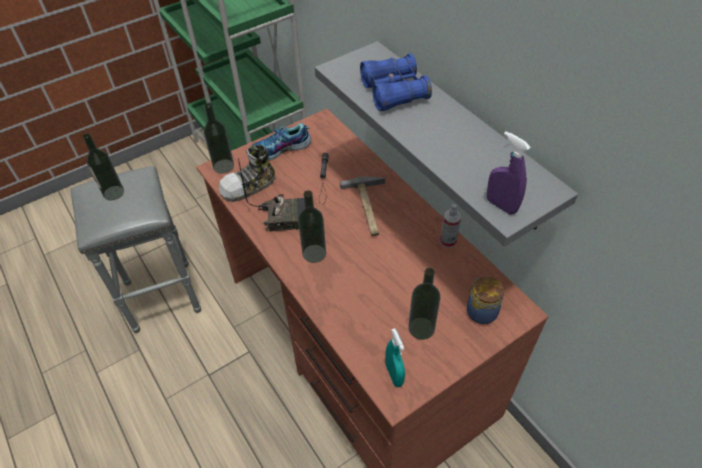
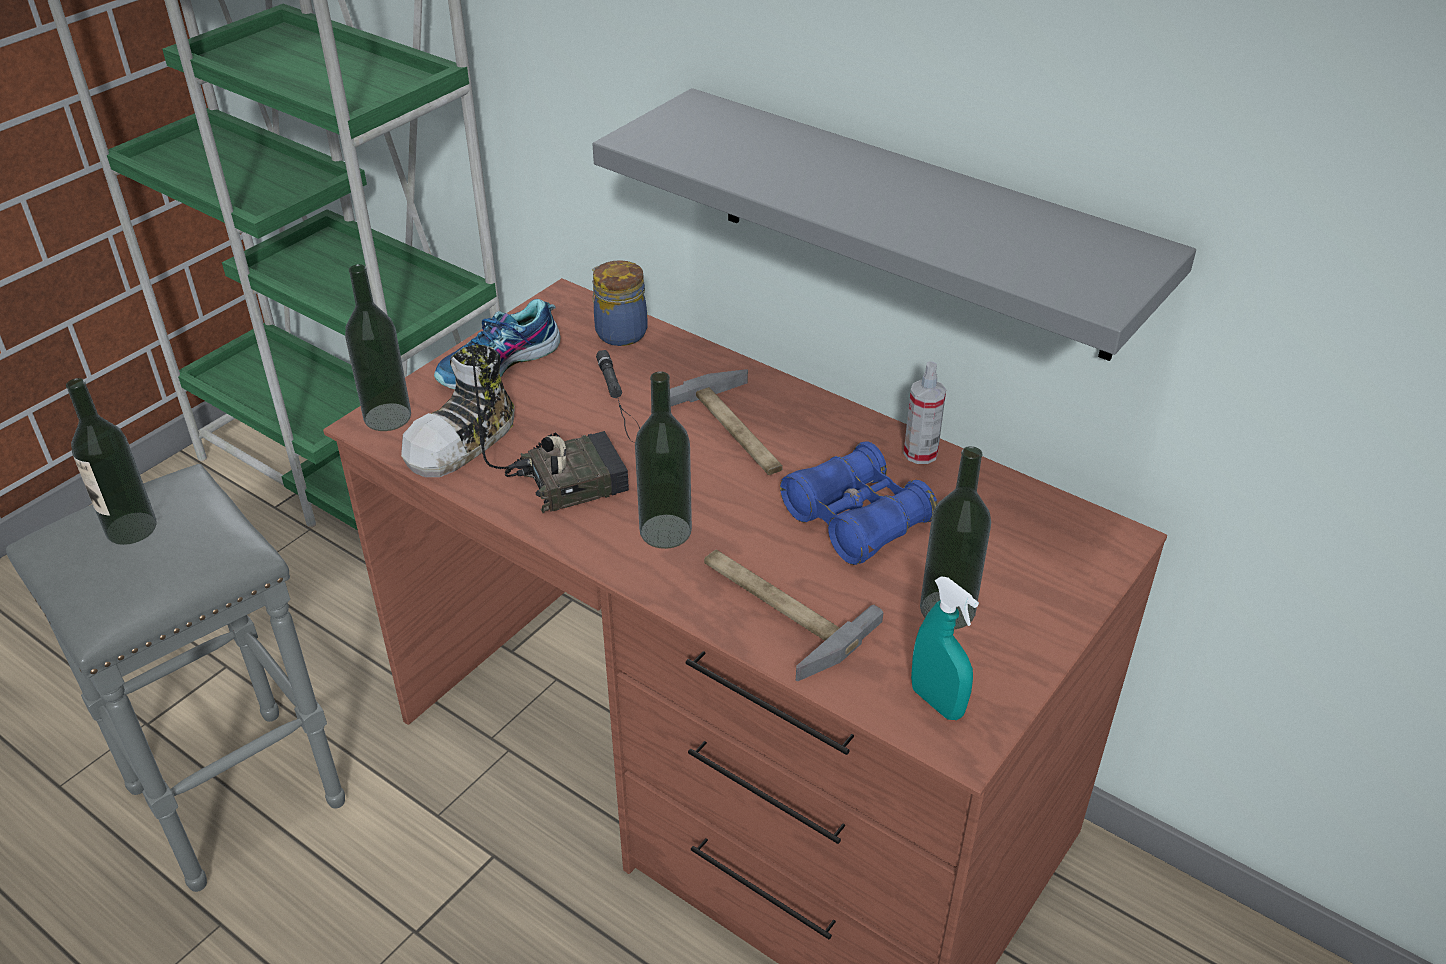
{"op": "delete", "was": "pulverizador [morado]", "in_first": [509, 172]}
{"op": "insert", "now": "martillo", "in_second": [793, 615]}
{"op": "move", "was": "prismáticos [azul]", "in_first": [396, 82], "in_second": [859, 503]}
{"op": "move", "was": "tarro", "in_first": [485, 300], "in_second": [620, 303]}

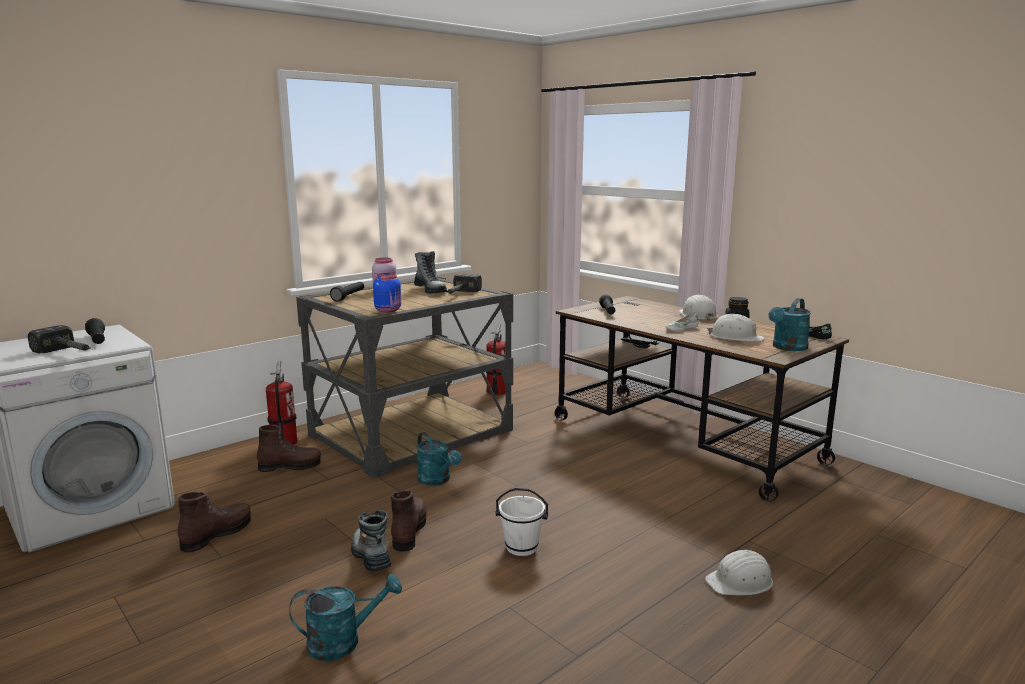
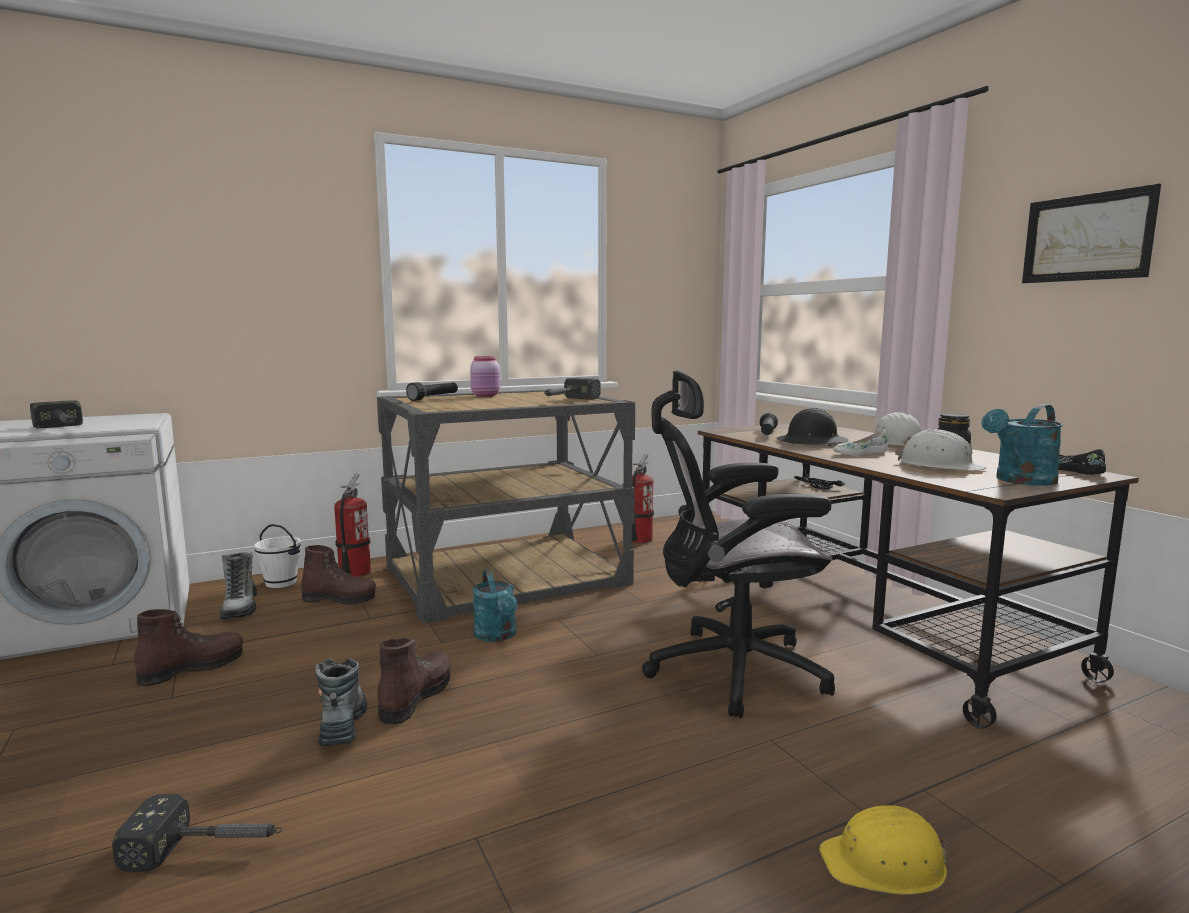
{"op": "delete", "was": "linterna [negro]", "in_first": [95, 331]}
{"op": "delete", "was": "tarro [azul]", "in_first": [387, 293]}
{"op": "insert", "now": "silla de oficina", "in_second": [738, 544]}
{"op": "insert", "now": "casco [negro]", "in_second": [812, 427]}
{"op": "insert", "now": "cuadro", "in_second": [1091, 233]}
{"op": "move", "was": "bota", "in_first": [430, 272], "in_second": [239, 585]}
{"op": "move", "was": "cubo [blanco]", "in_first": [521, 522], "in_second": [277, 556]}
{"op": "replace", "was": "regadera [turquesa]", "now": "martillo", "in_first": [345, 617], "in_second": [197, 833]}
{"op": "recolor", "was": "casco [blanco]", "now": "casco [amarillo]", "in_first": [739, 572], "in_second": [883, 849]}

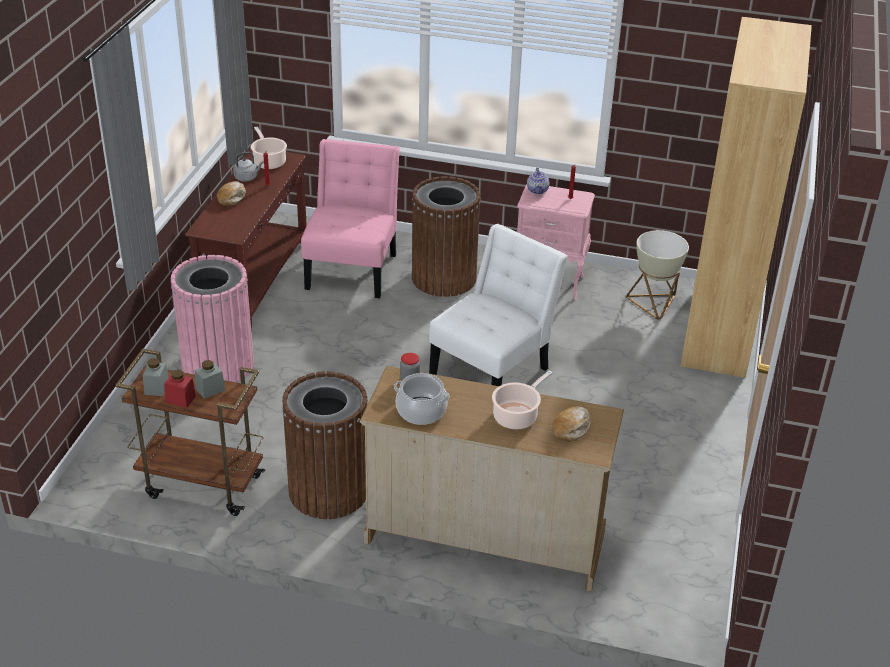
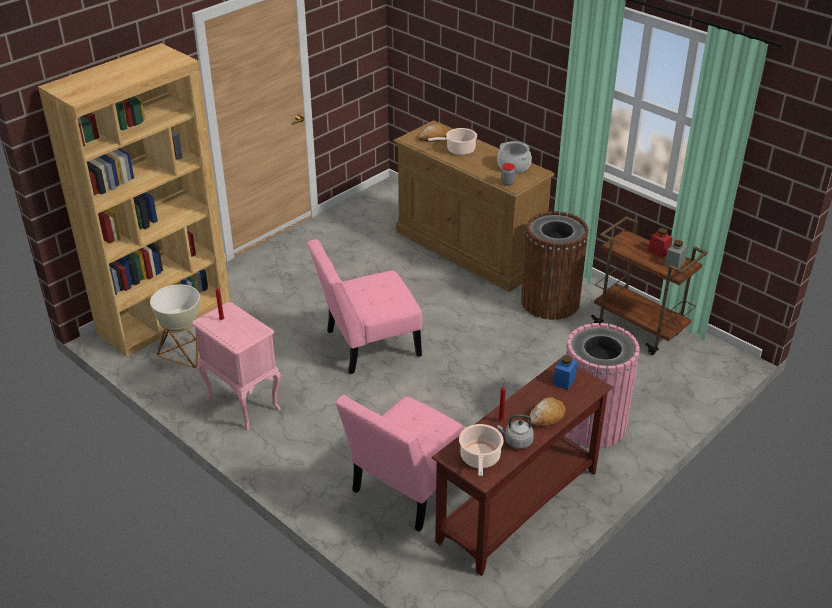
{"op": "delete", "was": "tarro [gris]", "in_first": [210, 379]}
{"op": "delete", "was": "papelera [marrón]", "in_first": [446, 236]}
{"op": "delete", "was": "tetera", "in_first": [538, 181]}
{"op": "insert", "now": "tarro [azul]", "in_second": [564, 372]}
{"op": "recolor", "was": "silla [blanco]", "now": "silla [rosa]", "in_first": [498, 305], "in_second": [364, 306]}

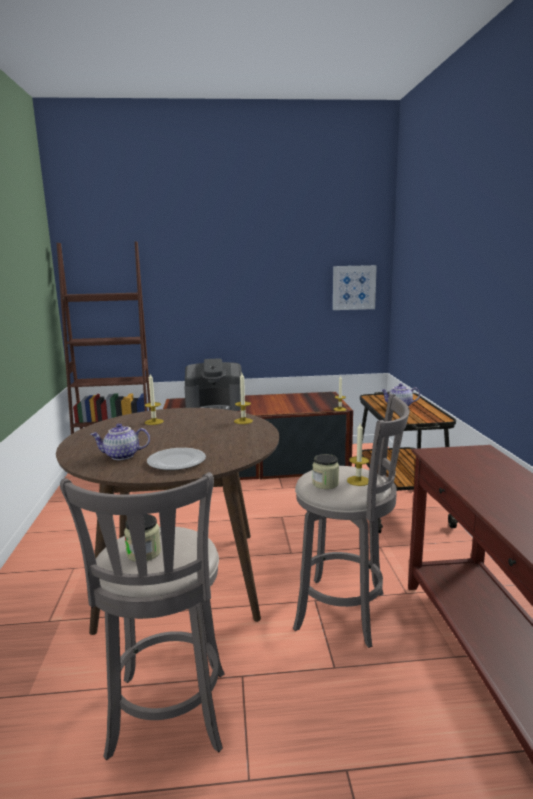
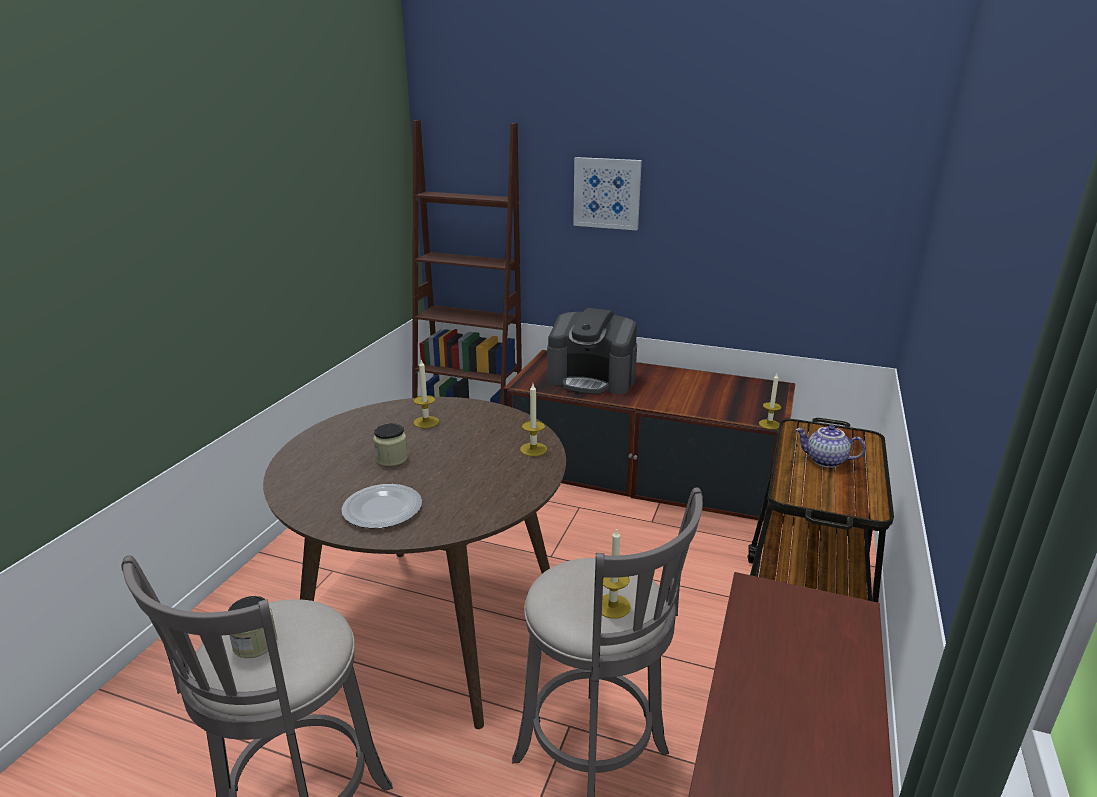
{"op": "delete", "was": "tetera", "in_first": [120, 441]}
{"op": "move", "was": "tarro", "in_first": [325, 471], "in_second": [391, 444]}
{"op": "move", "was": "cuadro", "in_first": [355, 287], "in_second": [607, 193]}

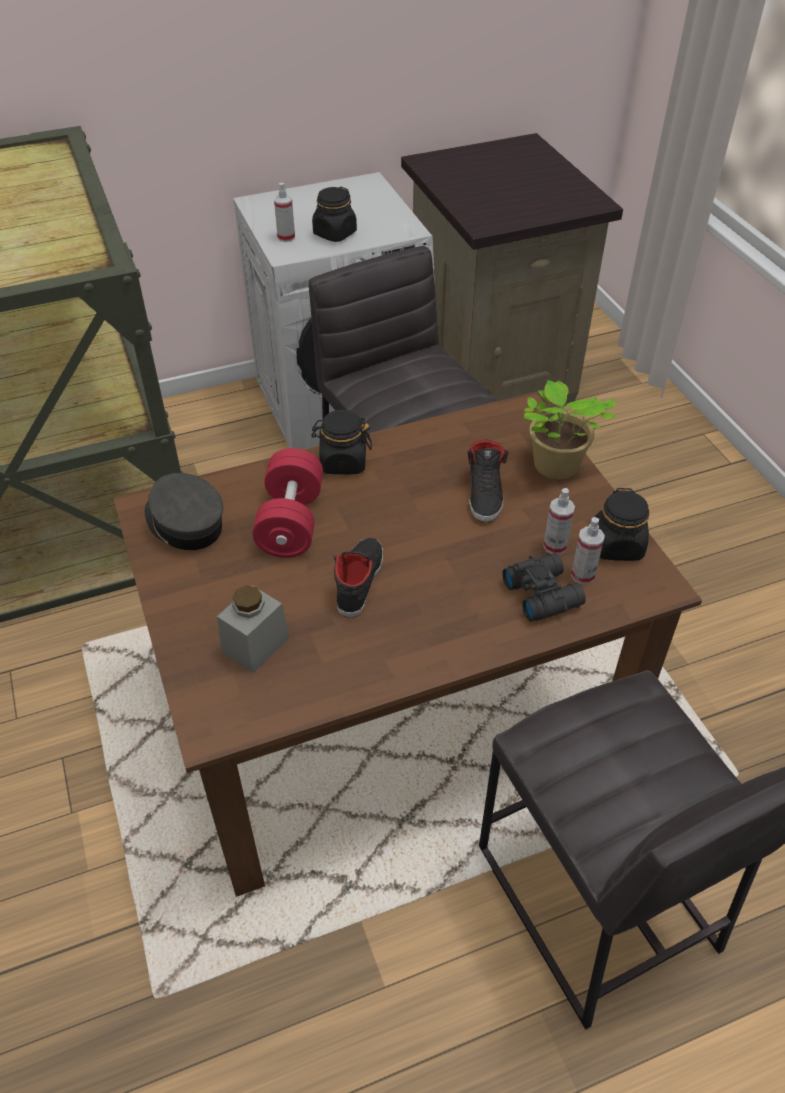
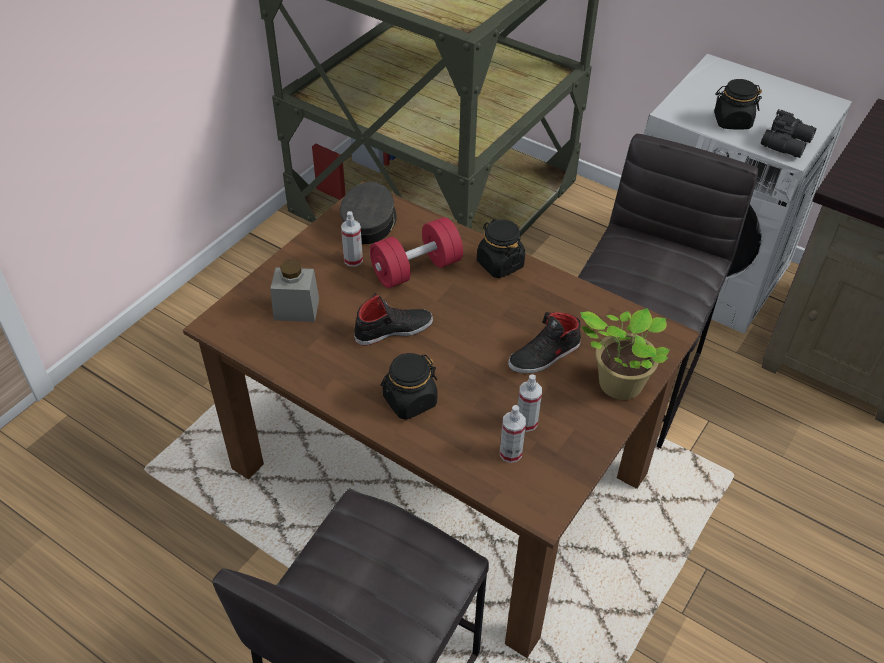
{"op": "move", "was": "pulverizador", "in_first": [284, 212], "in_second": [352, 239]}
{"op": "move", "was": "prismáticos [negro]", "in_first": [544, 587], "in_second": [788, 133]}
{"op": "move", "was": "tarro [negro]", "in_first": [622, 524], "in_second": [409, 386]}

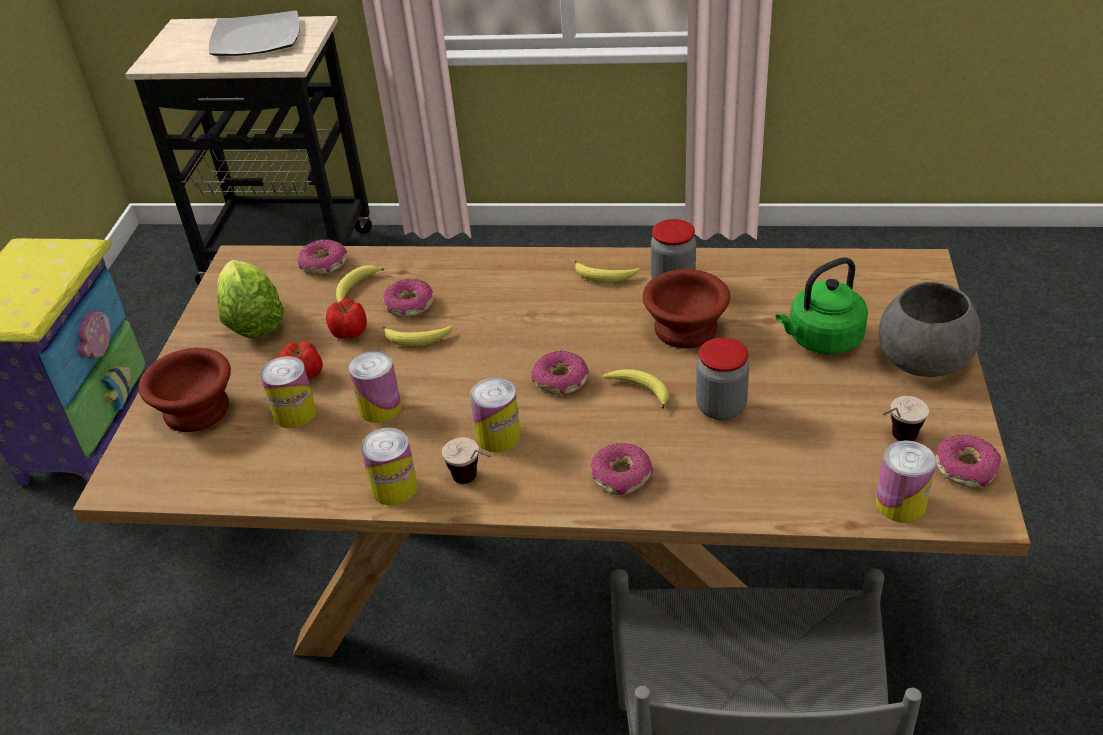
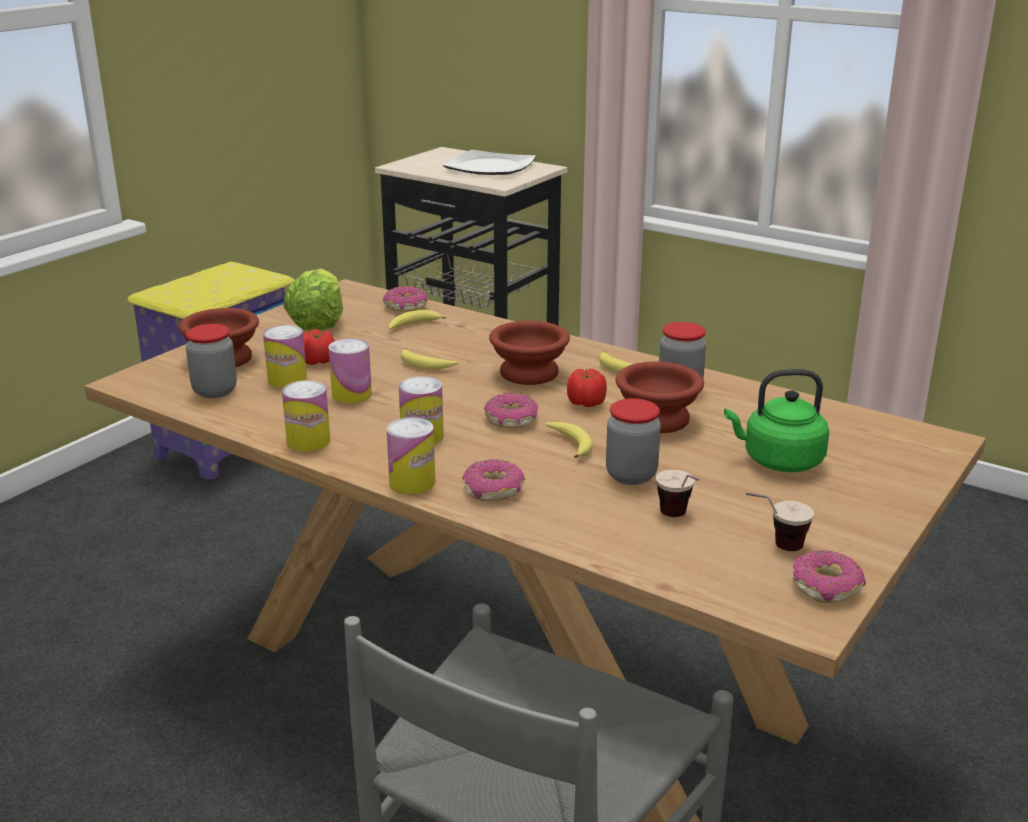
{"op": "delete", "was": "rosquilla", "in_first": [408, 298]}
{"op": "delete", "was": "cuenco [gris]", "in_first": [929, 329]}
{"op": "insert", "now": "tarro", "in_second": [211, 361]}
{"op": "insert", "now": "cuenco [marrón]", "in_second": [529, 353]}
{"op": "move", "was": "tomate", "in_first": [346, 319], "in_second": [587, 388]}
{"op": "move", "was": "taza", "in_first": [466, 460], "in_second": [677, 493]}
{"op": "move", "was": "lata", "in_first": [906, 481], "in_second": [410, 455]}

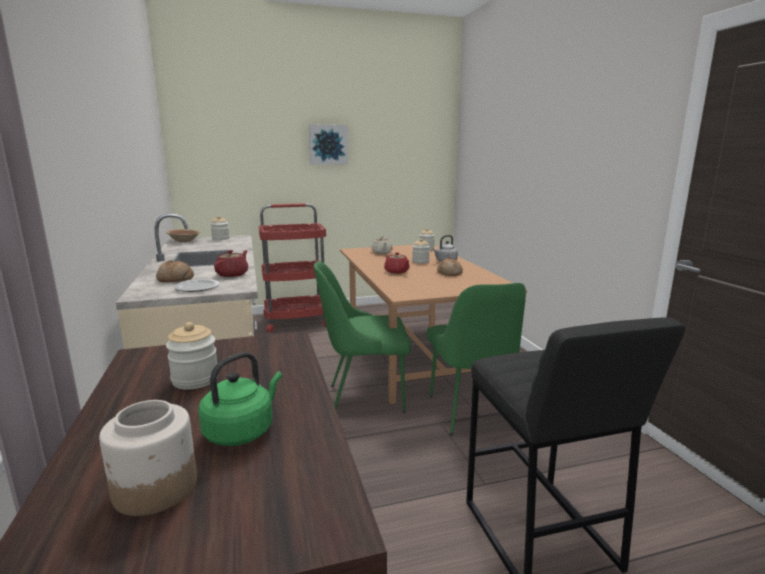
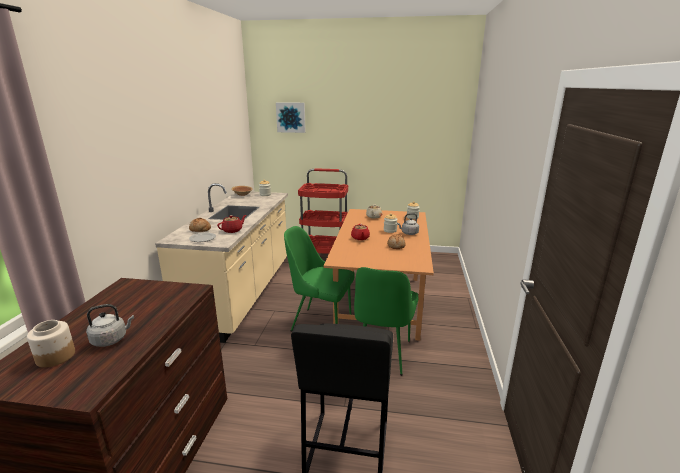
{"op": "delete", "was": "tarro", "in_first": [192, 356]}
{"op": "move", "was": "cuadro", "in_first": [328, 144], "in_second": [291, 117]}
{"op": "recolor", "was": "hervidor [verde]", "now": "hervidor [gris]", "in_first": [240, 399], "in_second": [110, 325]}

